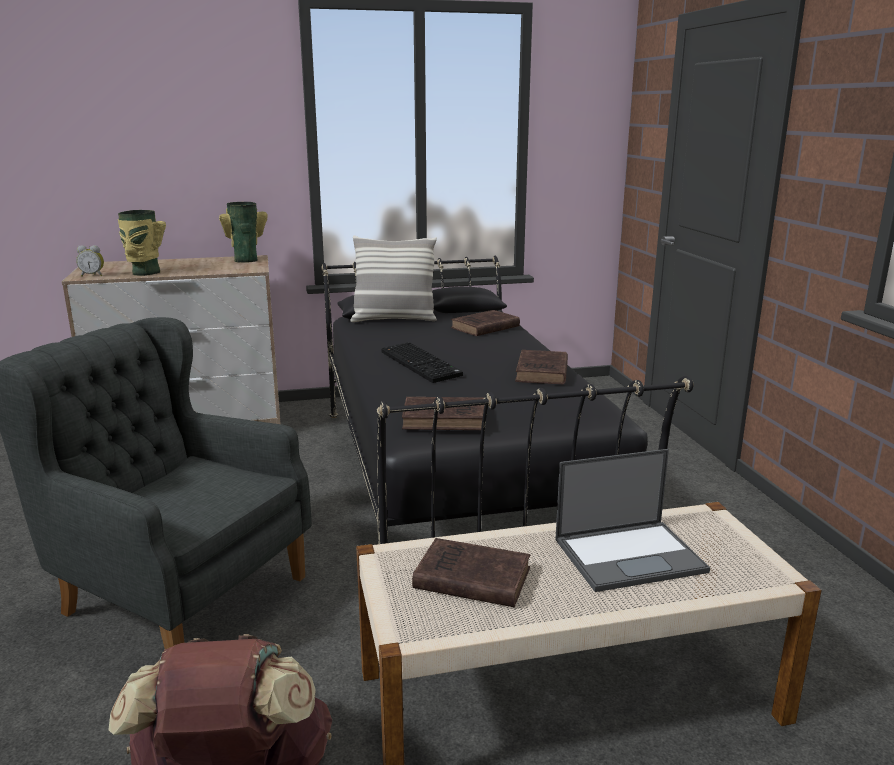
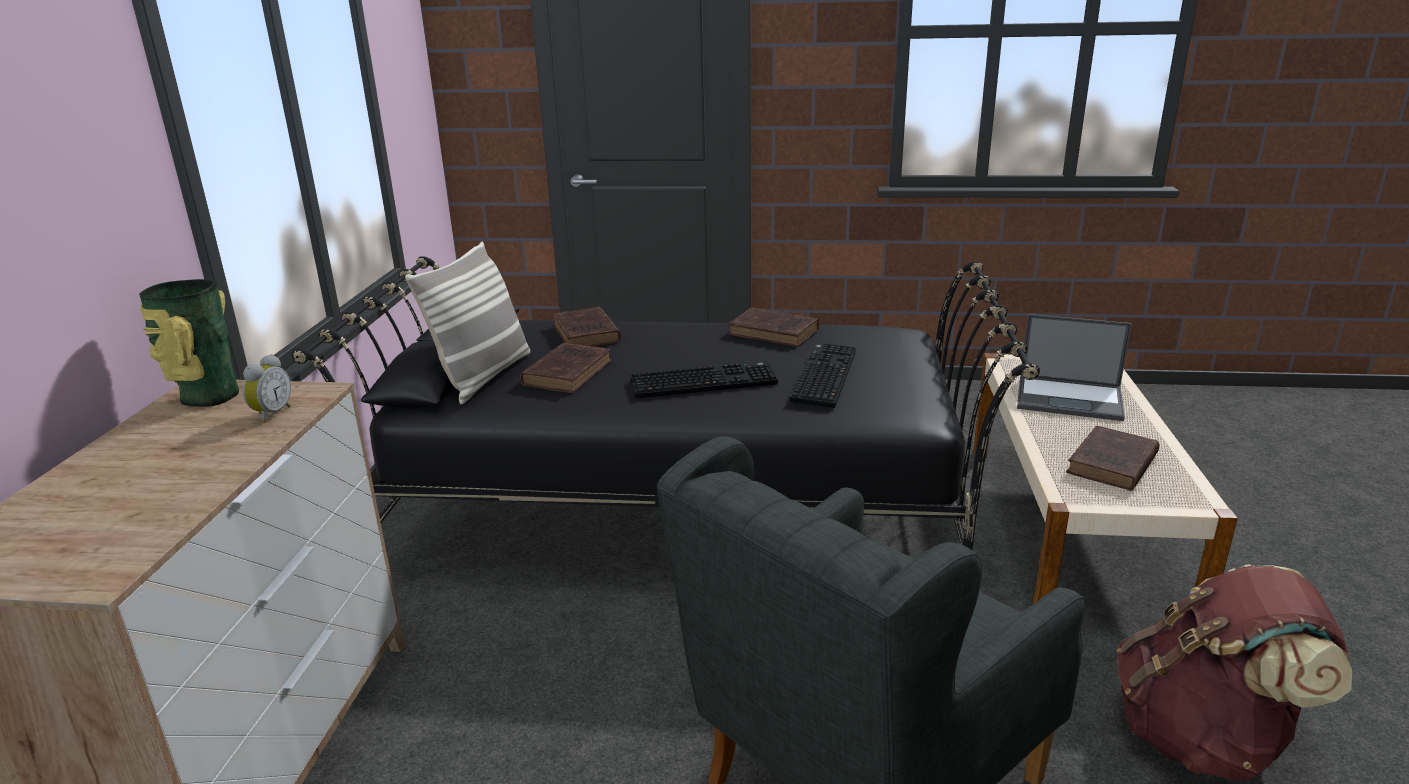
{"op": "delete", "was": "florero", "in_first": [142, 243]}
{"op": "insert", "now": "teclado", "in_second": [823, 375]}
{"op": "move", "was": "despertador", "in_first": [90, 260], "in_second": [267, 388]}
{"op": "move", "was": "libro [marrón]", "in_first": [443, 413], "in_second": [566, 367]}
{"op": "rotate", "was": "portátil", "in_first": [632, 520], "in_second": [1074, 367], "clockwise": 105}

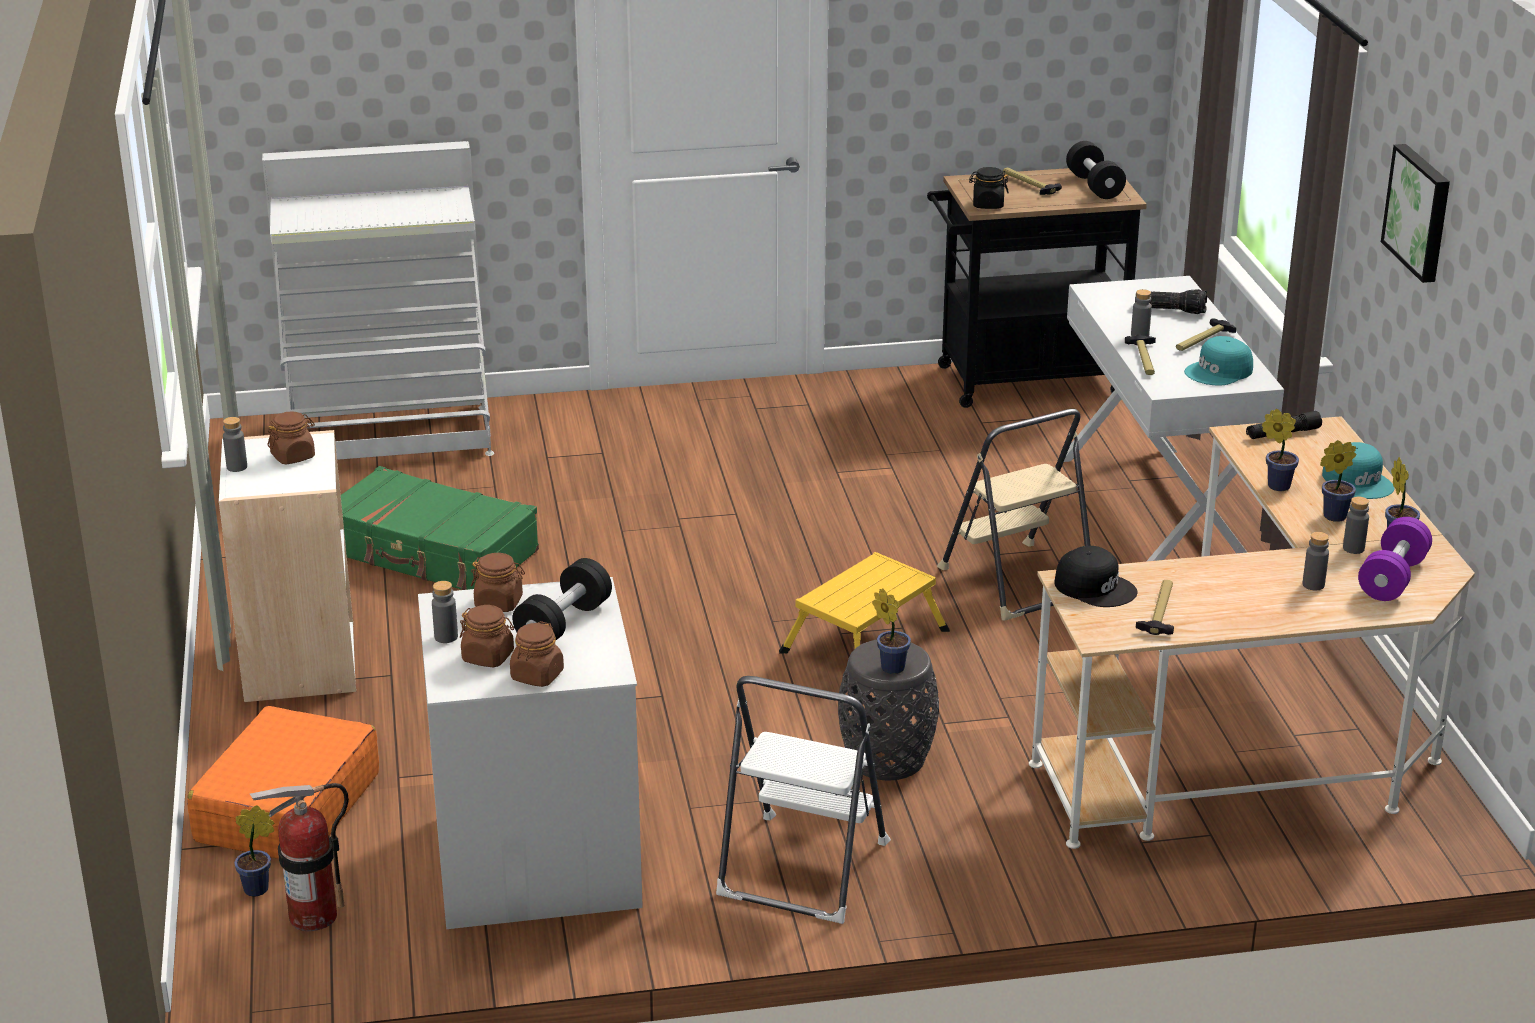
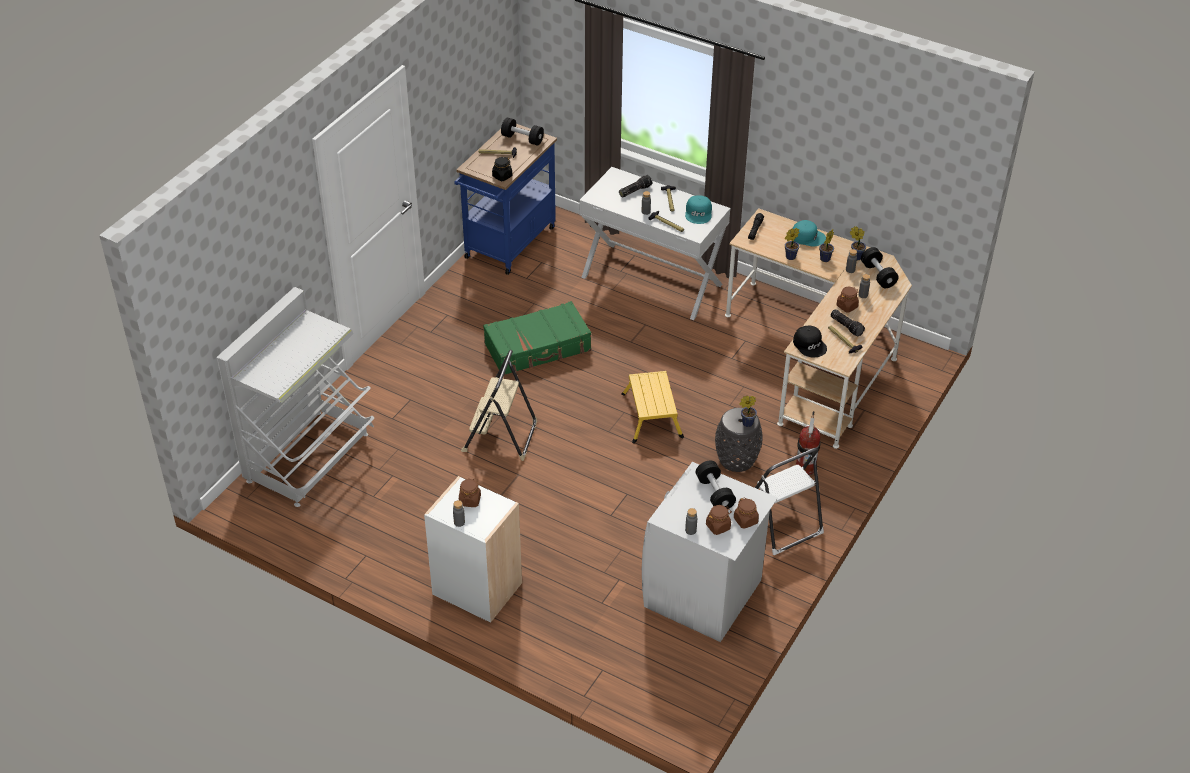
{"op": "delete", "was": "maleta [naranja]", "in_first": [283, 782]}
{"op": "delete", "was": "planta en maceta", "in_first": [254, 850]}
{"op": "delete", "was": "cuadro", "in_first": [1415, 213]}
{"op": "insert", "now": "linterna", "in_second": [848, 323]}
{"op": "move", "was": "extintor", "in_first": [299, 857], "in_second": [808, 443]}
{"op": "move", "was": "maleta [verde]", "in_first": [440, 528], "in_second": [537, 338]}
{"op": "move", "was": "tarro [marrón]", "in_first": [498, 582], "in_second": [848, 300]}
{"op": "move", "was": "escalera de tijera [beis]", "in_first": [1014, 515], "in_second": [499, 405]}
{"op": "recolor", "was": "carrito [negro]", "now": "carrito [azul]", "in_first": [1037, 288], "in_second": [505, 199]}
{"op": "recolor", "was": "mancuerna [morado]", "now": "mancuerna [negro]", "in_first": [1395, 559], "in_second": [880, 267]}
{"op": "rotate", "was": "gorra [negro]", "in_first": [1096, 576], "in_second": [810, 341], "clockwise": 75}

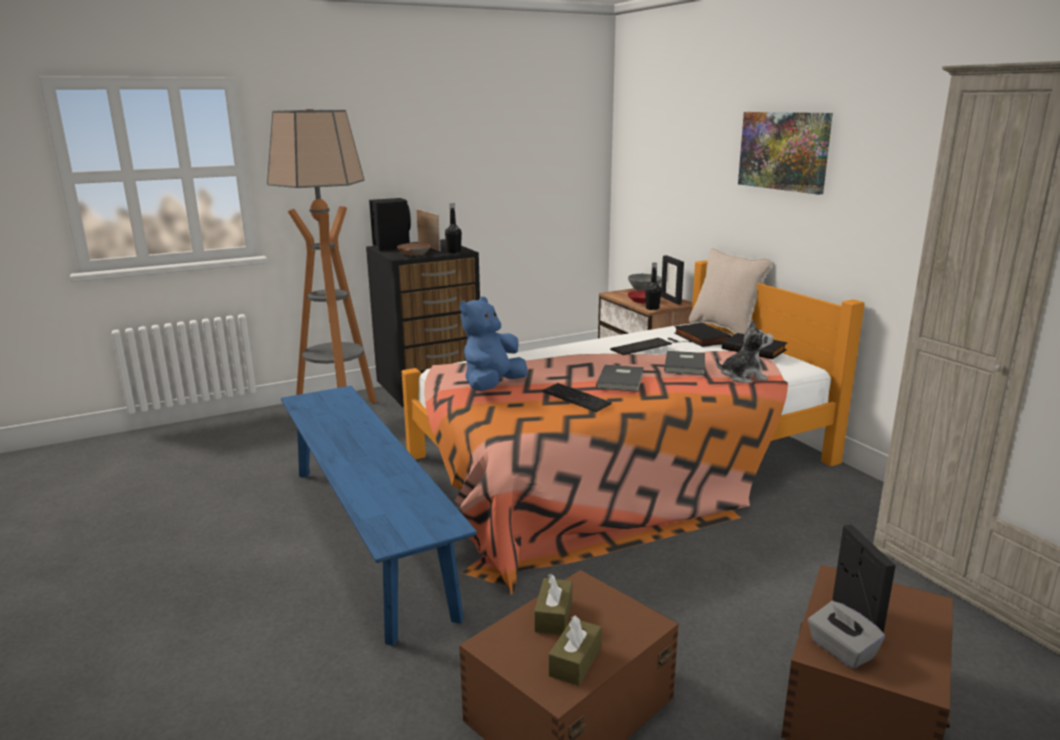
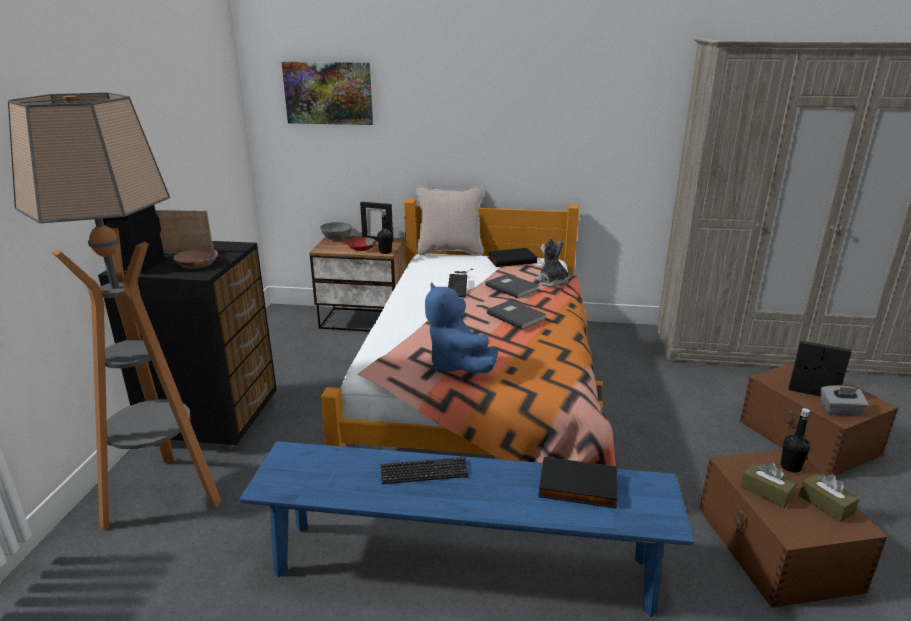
{"op": "move", "was": "botella [negro]", "in_first": [453, 228], "in_second": [795, 440]}
{"op": "move", "was": "teclado", "in_first": [577, 397], "in_second": [425, 470]}
{"op": "move", "was": "libro [negro]", "in_first": [702, 334], "in_second": [578, 483]}
{"op": "move", "was": "cuadro", "in_first": [785, 153], "in_second": [327, 93]}
{"op": "rotate", "was": "peluche", "in_first": [744, 351], "in_second": [553, 262], "clockwise": -60}

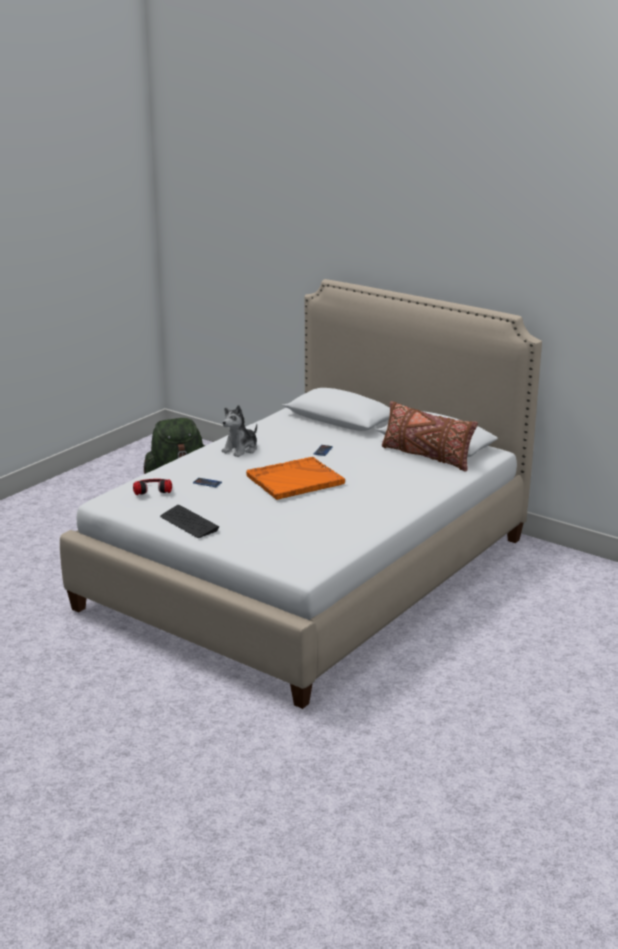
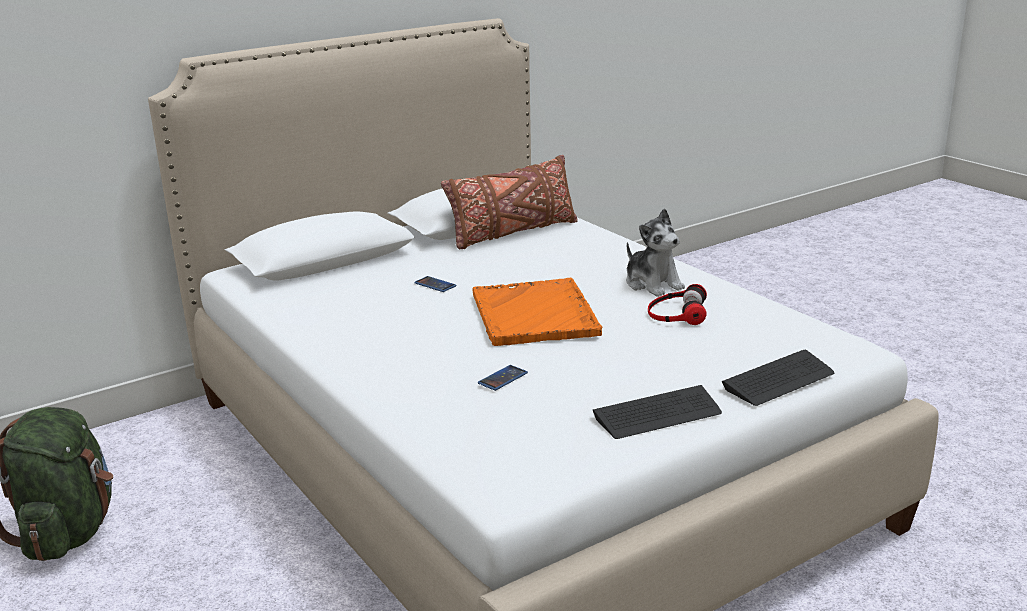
{"op": "insert", "now": "teclado", "in_second": [778, 378]}
{"op": "move", "was": "auriculares", "in_first": [152, 487], "in_second": [677, 304]}
{"op": "move", "was": "peluche", "in_first": [239, 431], "in_second": [655, 252]}

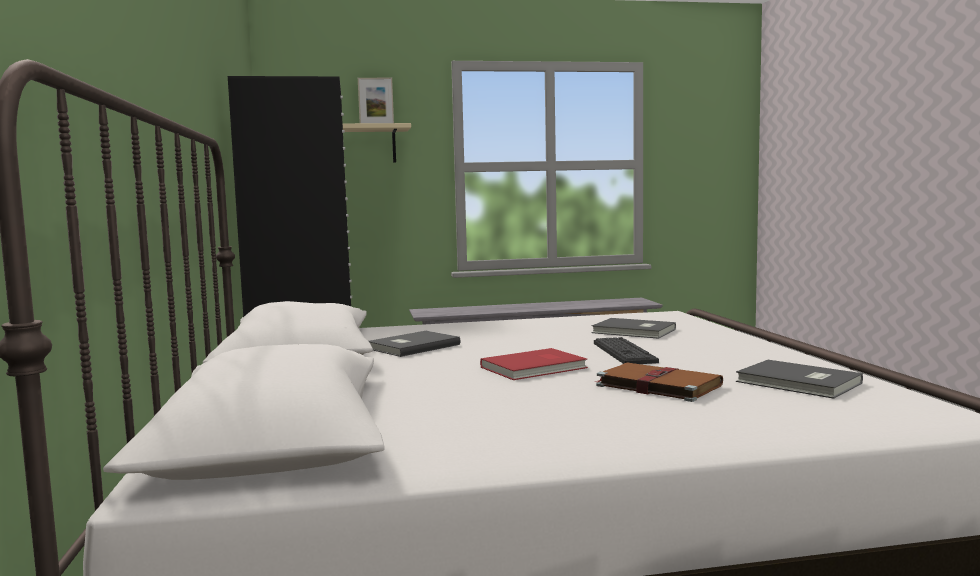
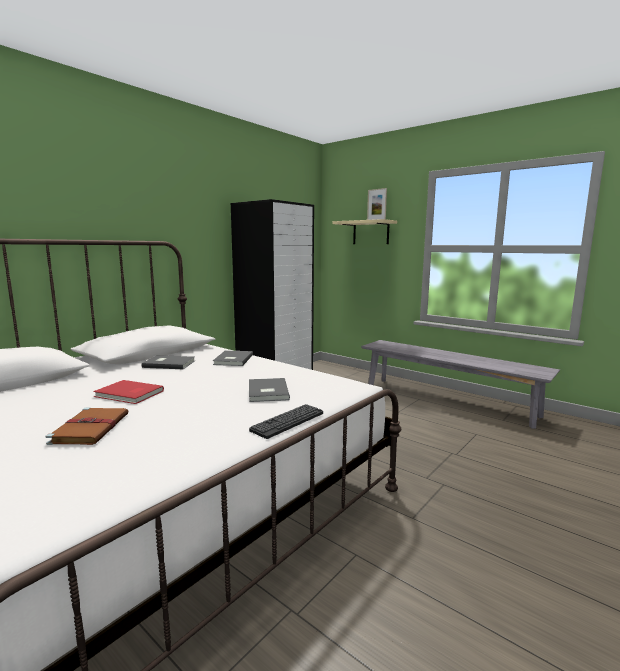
{"op": "move", "was": "teclado", "in_first": [626, 350], "in_second": [286, 421]}
{"op": "move", "was": "libro [gris]", "in_first": [799, 379], "in_second": [233, 358]}

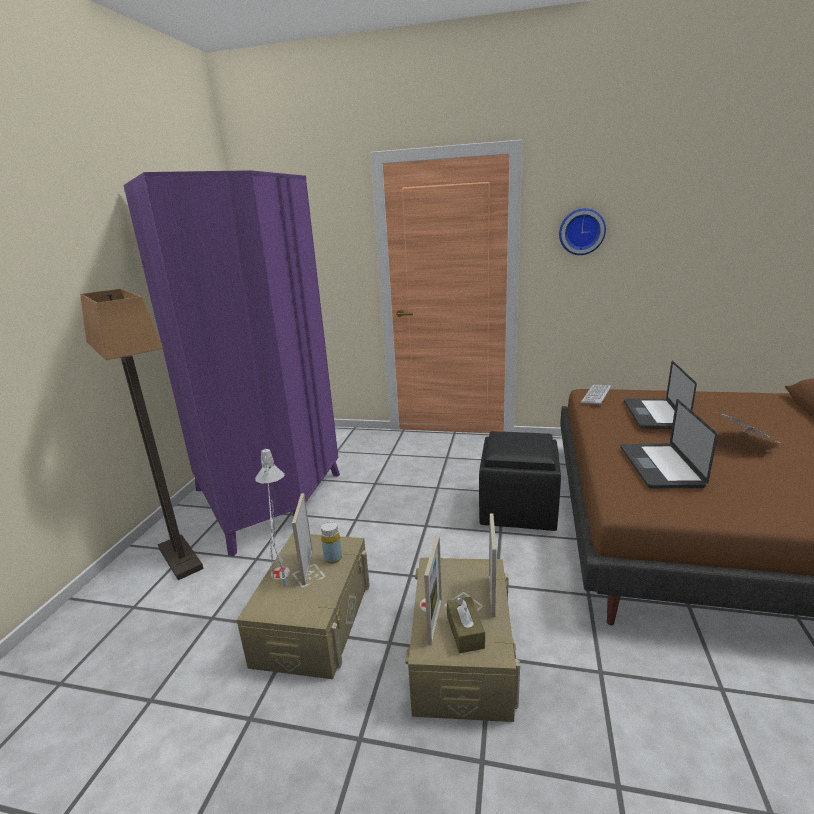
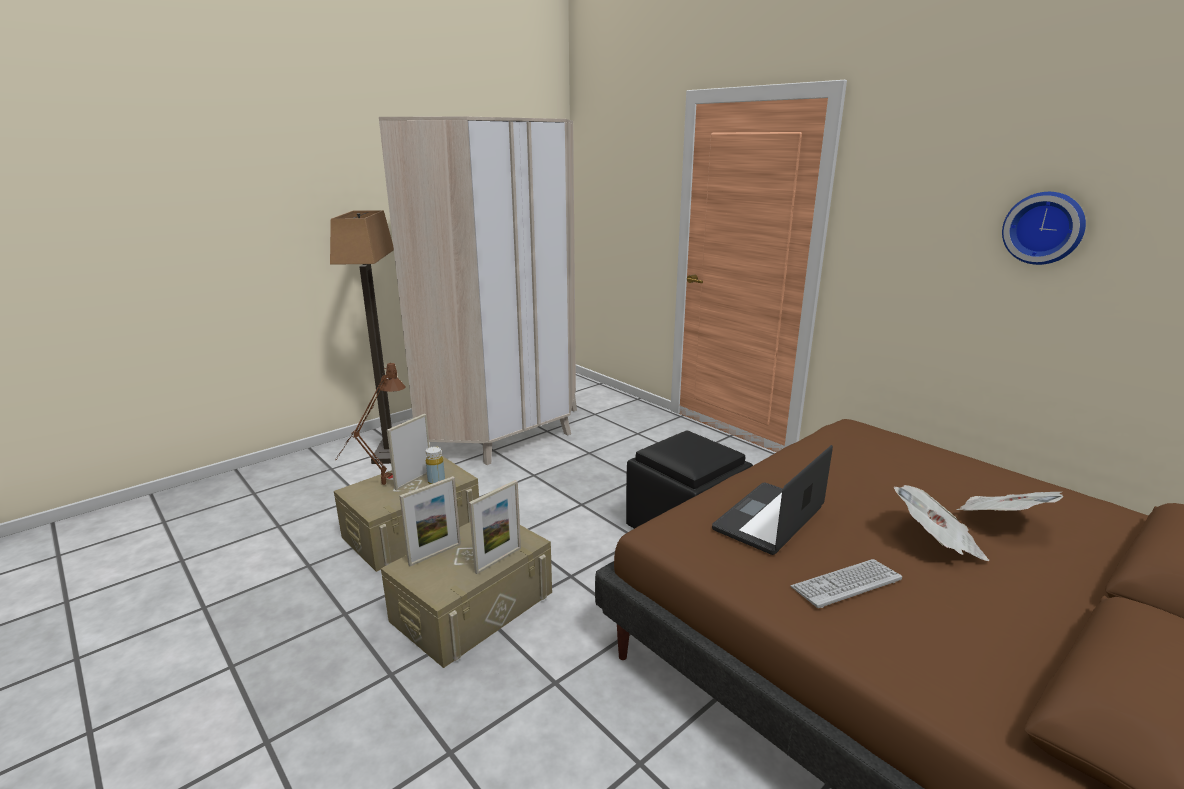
{"op": "delete", "was": "caja de pañuelos [marrón]", "in_first": [466, 625]}
{"op": "delete", "was": "portátil", "in_first": [660, 395]}
{"op": "insert", "now": "periódico", "in_second": [1009, 501]}
{"op": "move", "was": "reloj de pared", "in_first": [582, 231], "in_second": [1044, 228]}
{"op": "move", "was": "teclado", "in_first": [596, 395], "in_second": [846, 583]}
{"op": "recolor", "was": "armario ropero [morado]", "now": "armario ropero [beis]", "in_first": [231, 363], "in_second": [478, 291]}
{"op": "recolor", "was": "lámpara de mesa [gris]", "now": "lámpara de mesa [marrón]", "in_first": [271, 517], "in_second": [370, 424]}

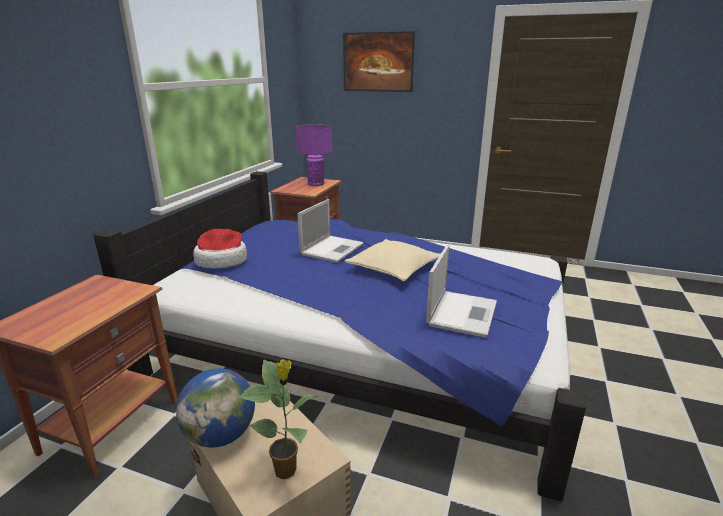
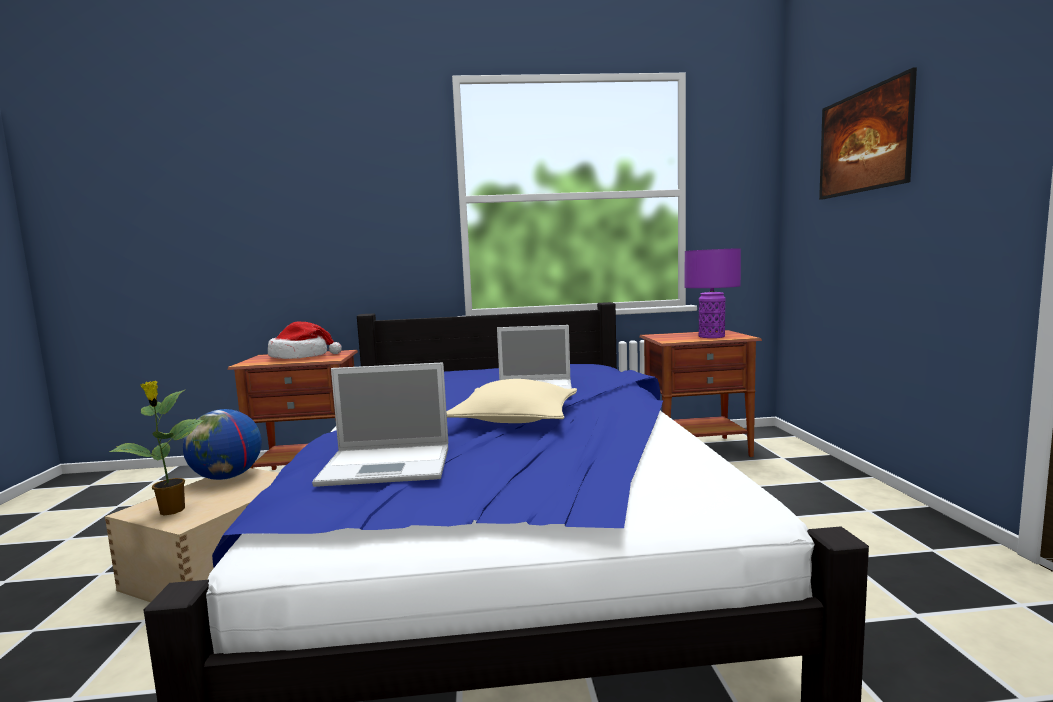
{"op": "move", "was": "sombrero", "in_first": [220, 248], "in_second": [305, 340]}

